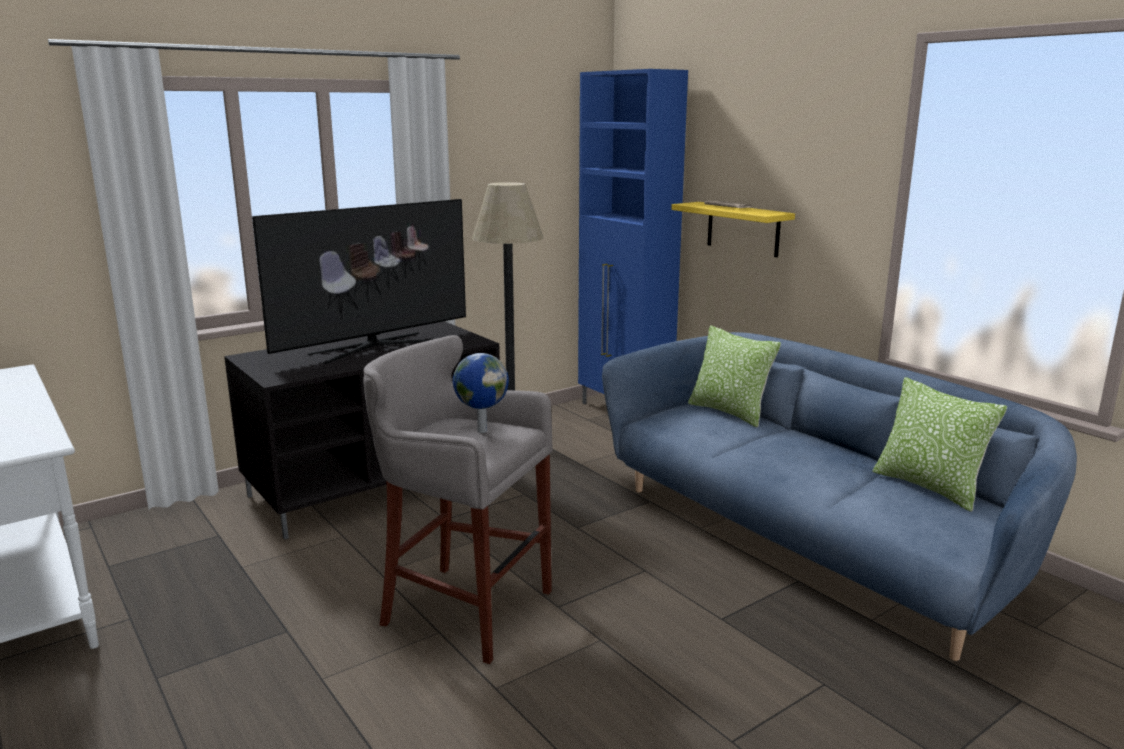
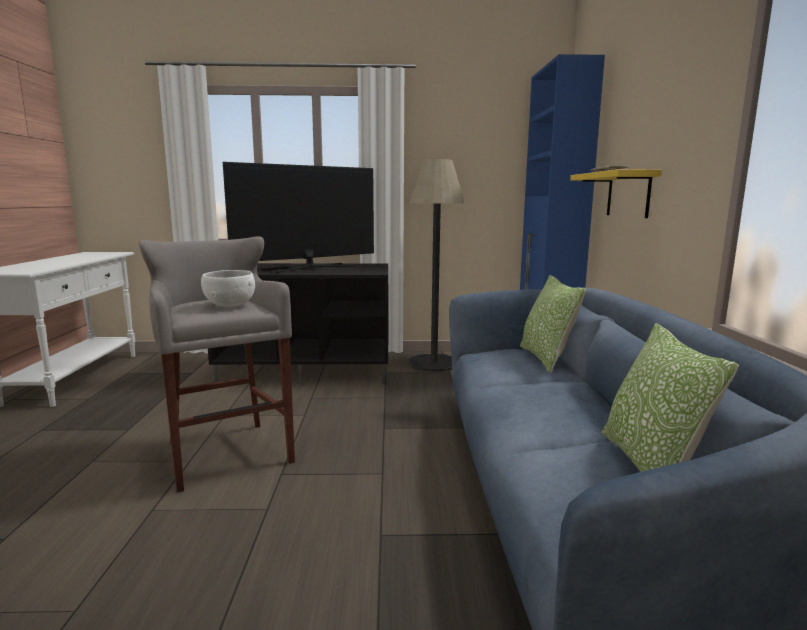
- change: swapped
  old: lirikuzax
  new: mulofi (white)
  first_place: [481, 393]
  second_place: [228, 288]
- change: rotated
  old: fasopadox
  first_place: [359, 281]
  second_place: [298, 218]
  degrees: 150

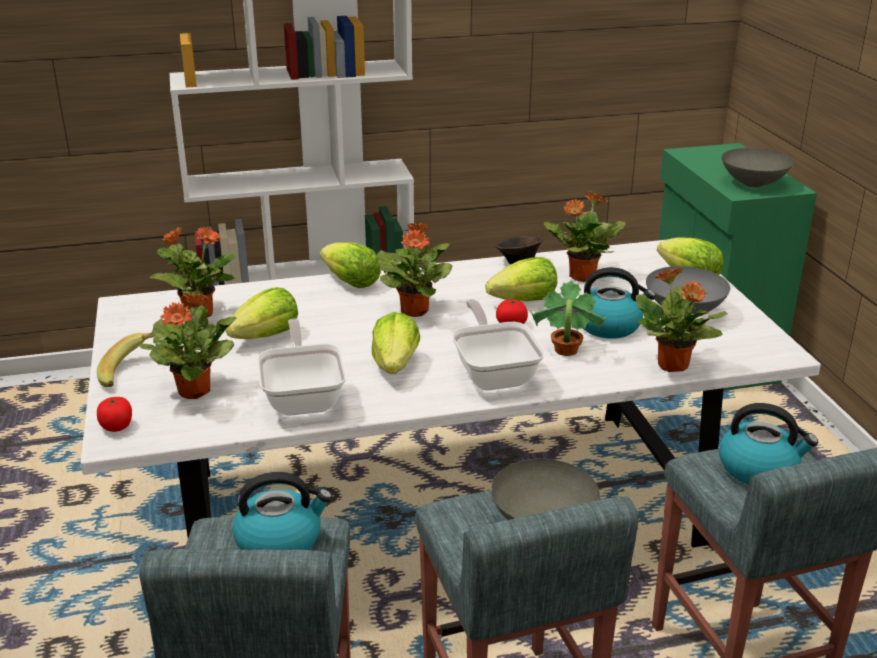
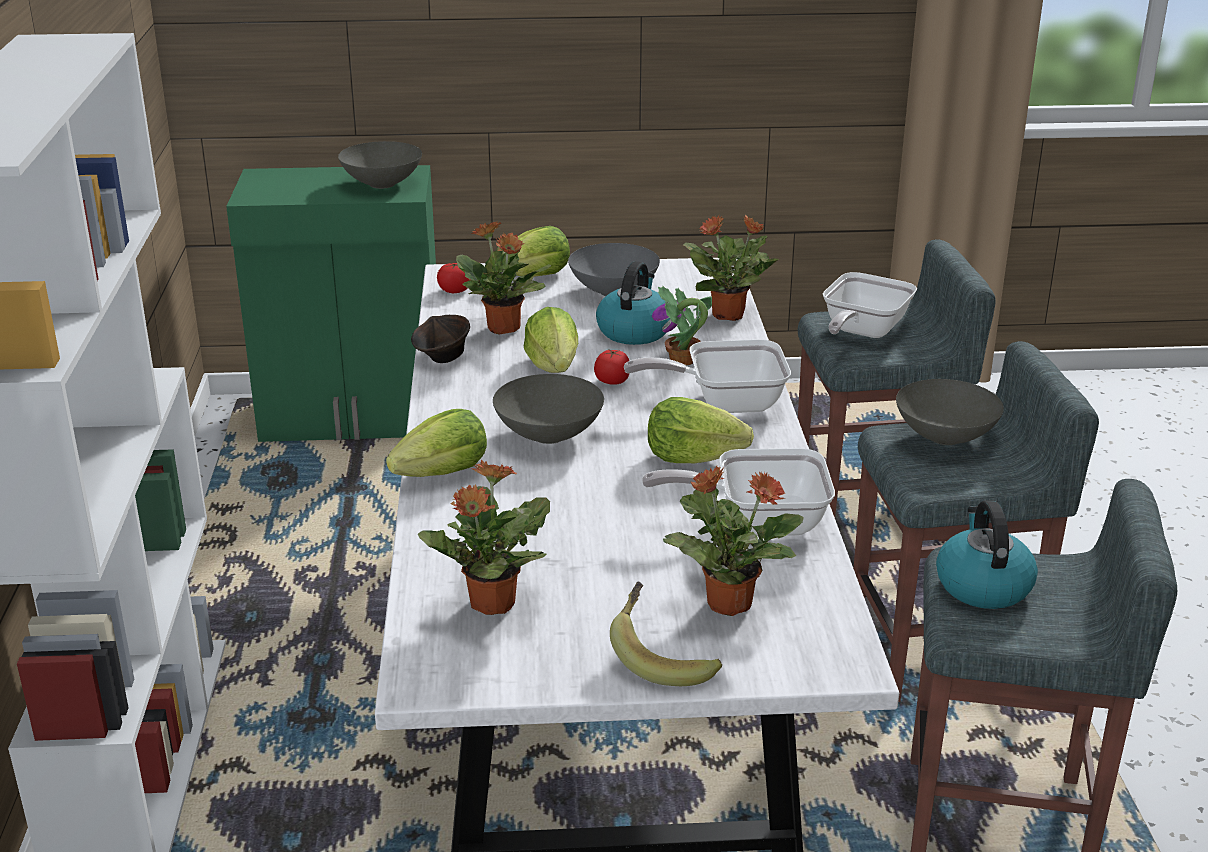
- change: shifted
  old: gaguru
  first_place: [114, 414]
  second_place: [453, 278]
- change: swapped
  old: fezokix
  new: mulofi (grey)
  first_place: [414, 269]
  second_place: [548, 409]
- change: swapped
  old: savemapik
  new: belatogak
  first_place: [768, 444]
  second_place: [870, 305]
- change: gone
  old: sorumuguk
  first_place: [261, 313]

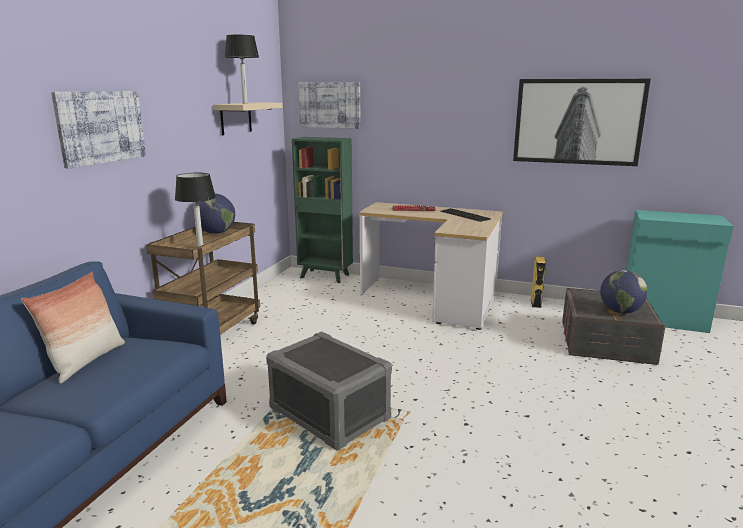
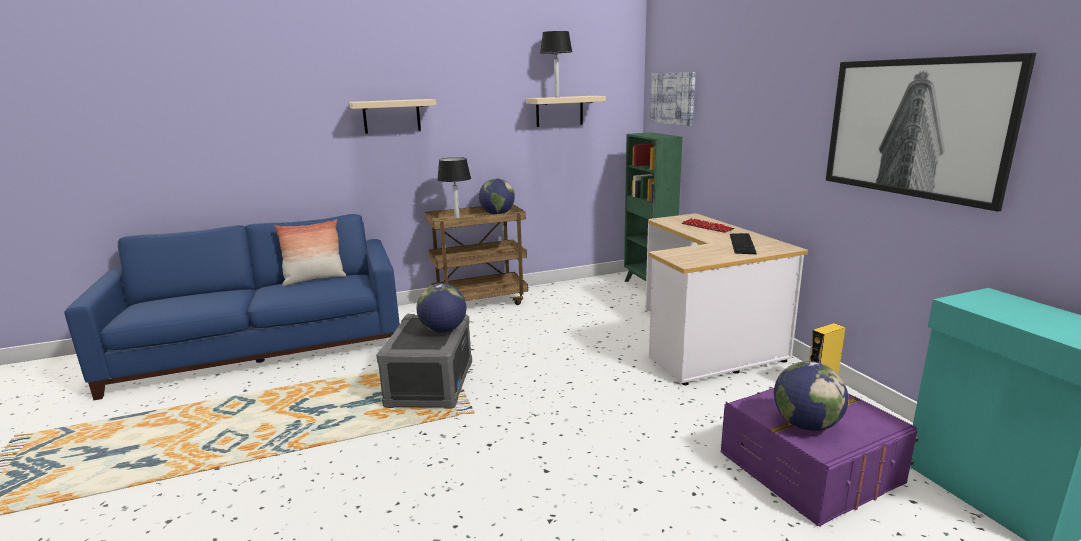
- change: swapped
  old: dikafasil
  new: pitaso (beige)
  first_place: [98, 129]
  second_place: [392, 116]
- change: new
  new: lirikuzax
  second_place: [441, 308]
- change: repainted
  old: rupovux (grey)
  new: rupovux (purple)
  first_place: [613, 326]
  second_place: [819, 457]

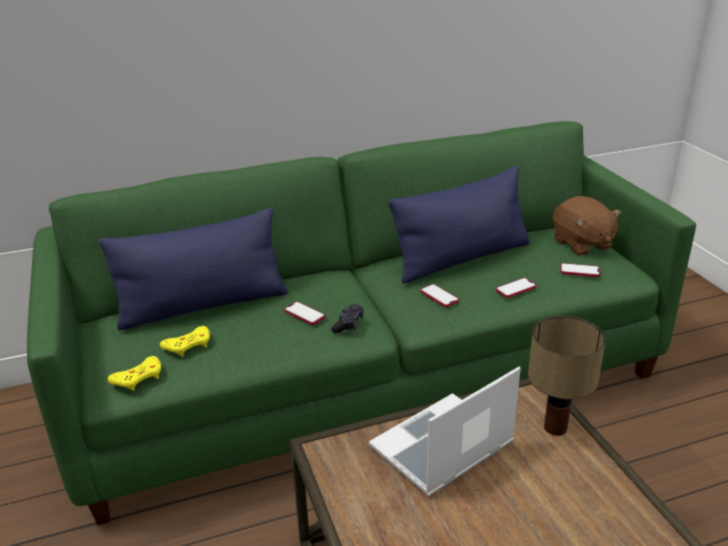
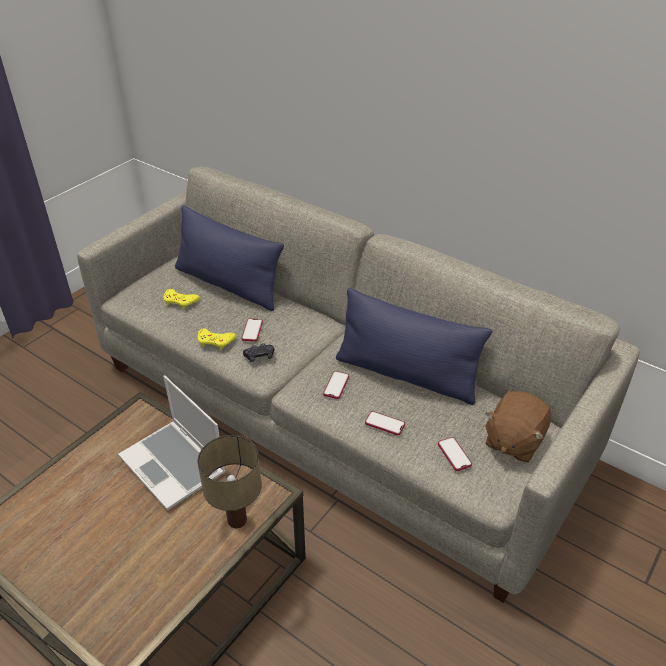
- change: repainted
  old: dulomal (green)
  new: dulomal (grey)
  first_place: [361, 323]
  second_place: [358, 385]
- change: rotated
  old: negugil
  first_place: [445, 432]
  second_place: [172, 443]
  degrees: -150
- change: shifted
  old: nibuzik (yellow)
  first_place: [134, 373]
  second_place: [216, 339]

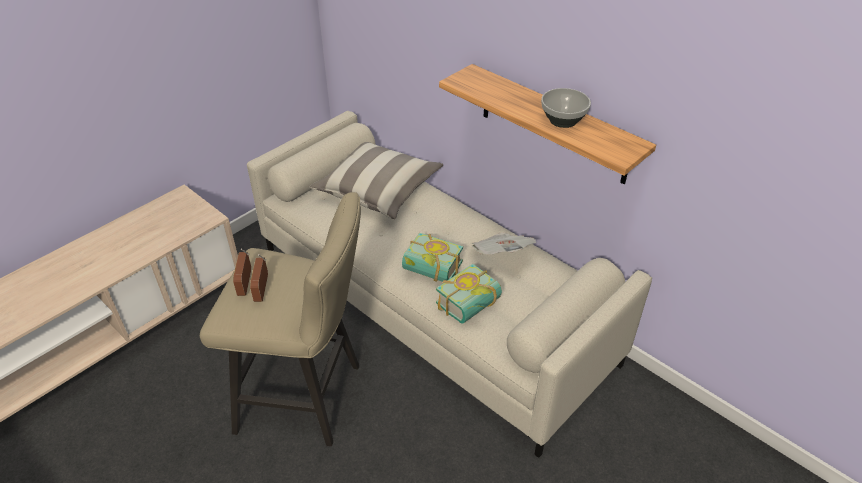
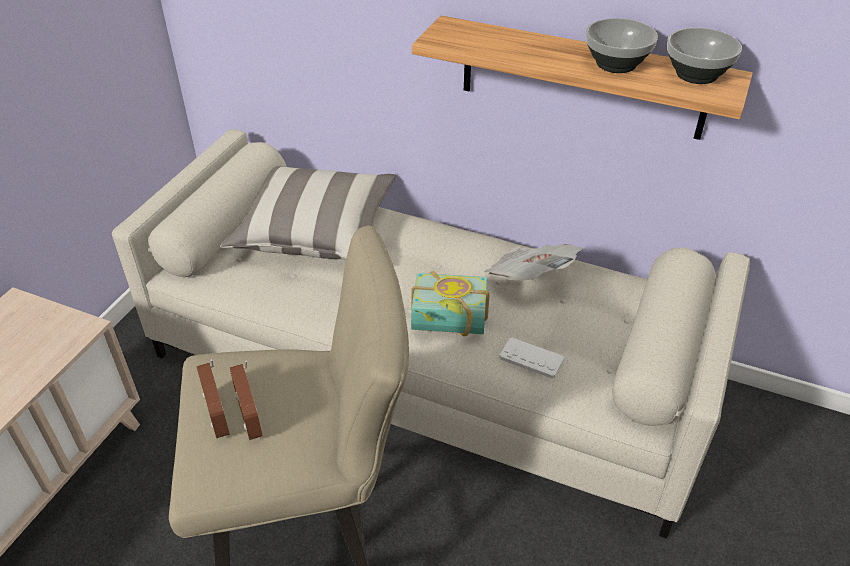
- change: swapped
  old: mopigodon
  new: nibuzik (white)
  first_place: [469, 294]
  second_place: [531, 358]
- change: new
  new: mulofi
  second_place: [704, 56]

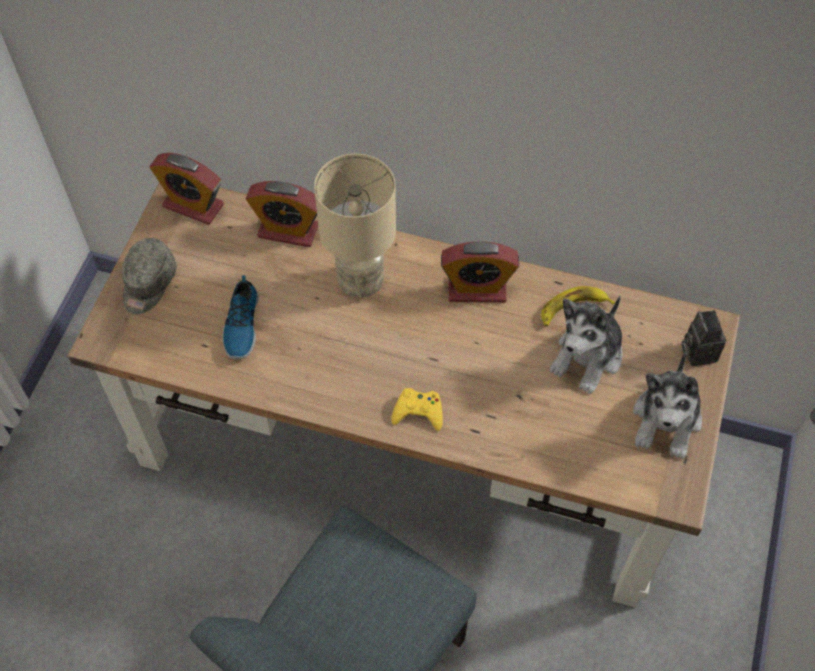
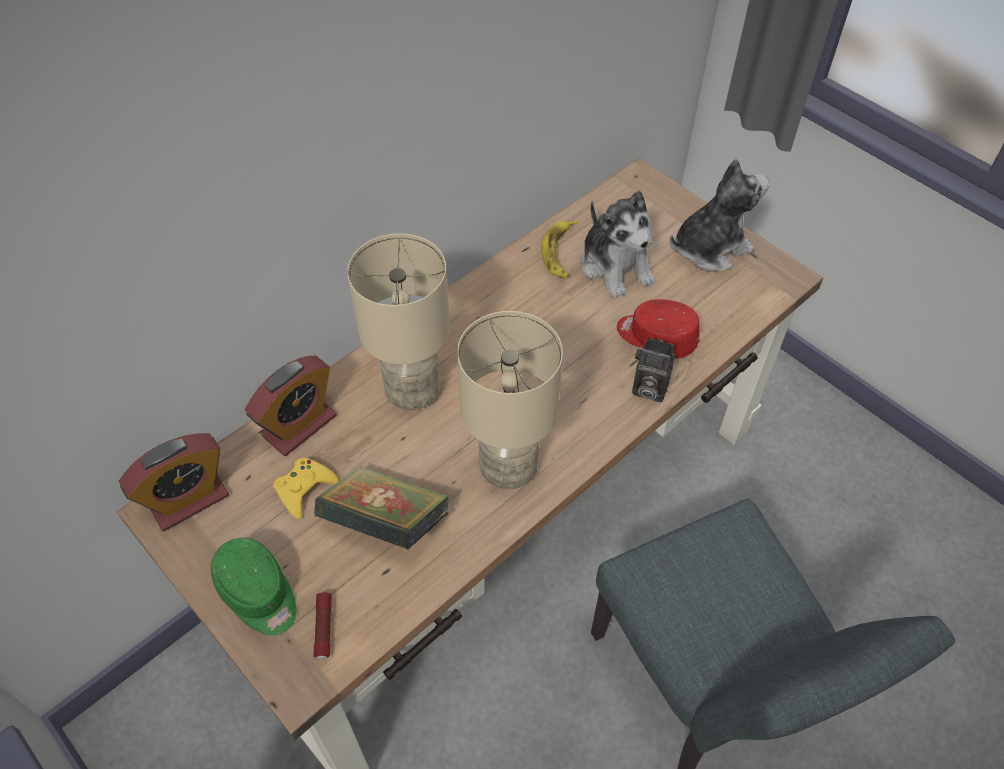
- change: repainted
  old: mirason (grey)
  new: mirason (green)
  first_place: [149, 276]
  second_place: [253, 586]
- change: shifted
  old: nibuzik (yellow)
  first_place: [417, 409]
  second_place: [306, 489]
- change: swapped
  old: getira
  new: mopigodon
  first_place: [240, 317]
  second_place: [381, 508]
- change: new
  new: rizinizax
  second_place: [323, 626]
- change: new
  new: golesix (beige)
  second_place: [510, 400]
- change: new
  new: mirason (red)
  second_place: [658, 329]
- change: shifted
  old: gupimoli
  first_place: [704, 338]
  second_place: [653, 370]
- change: rotated
  old: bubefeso
  first_place: [667, 405]
  second_place: [720, 215]
  degrees: -75
- change: gone
  old: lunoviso
  first_place: [480, 271]

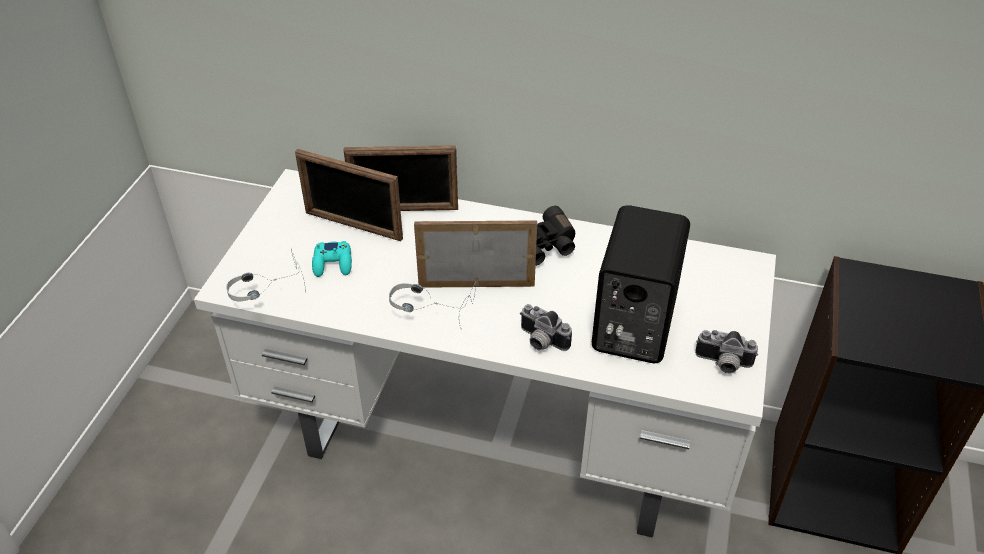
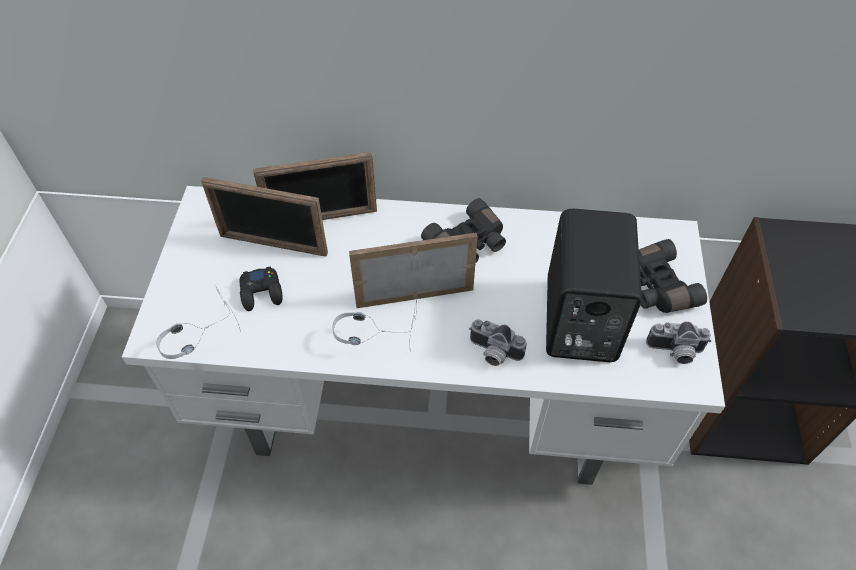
- change: repainted
  old: nibuzik (turquoise)
  new: nibuzik (black)
  first_place: [332, 259]
  second_place: [261, 288]
- change: new
  new: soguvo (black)
  second_place: [673, 276]

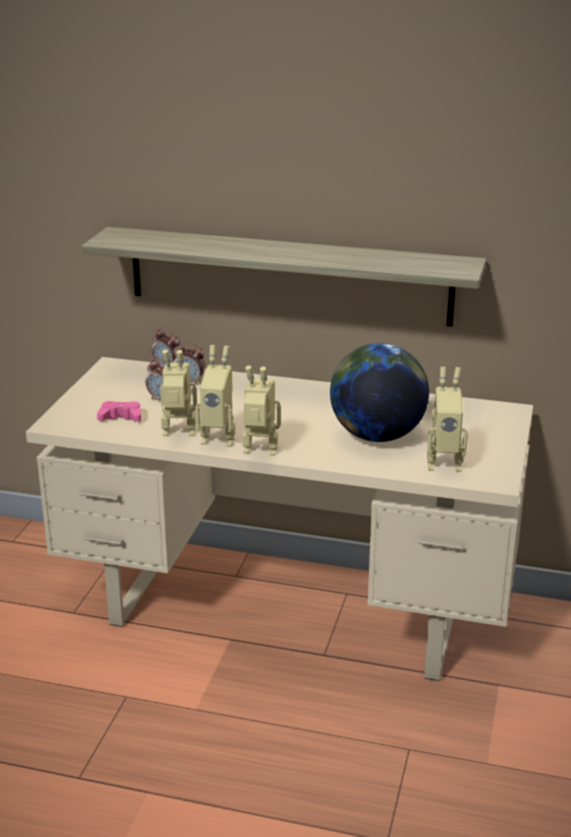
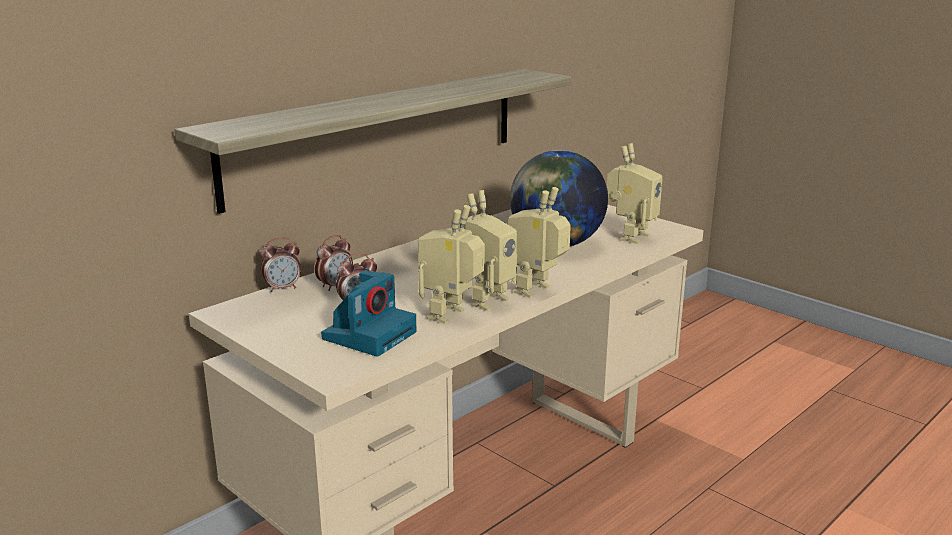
- change: swapped
  old: nibuzik (pink)
  new: gupimoli
  first_place: [119, 411]
  second_place: [369, 313]

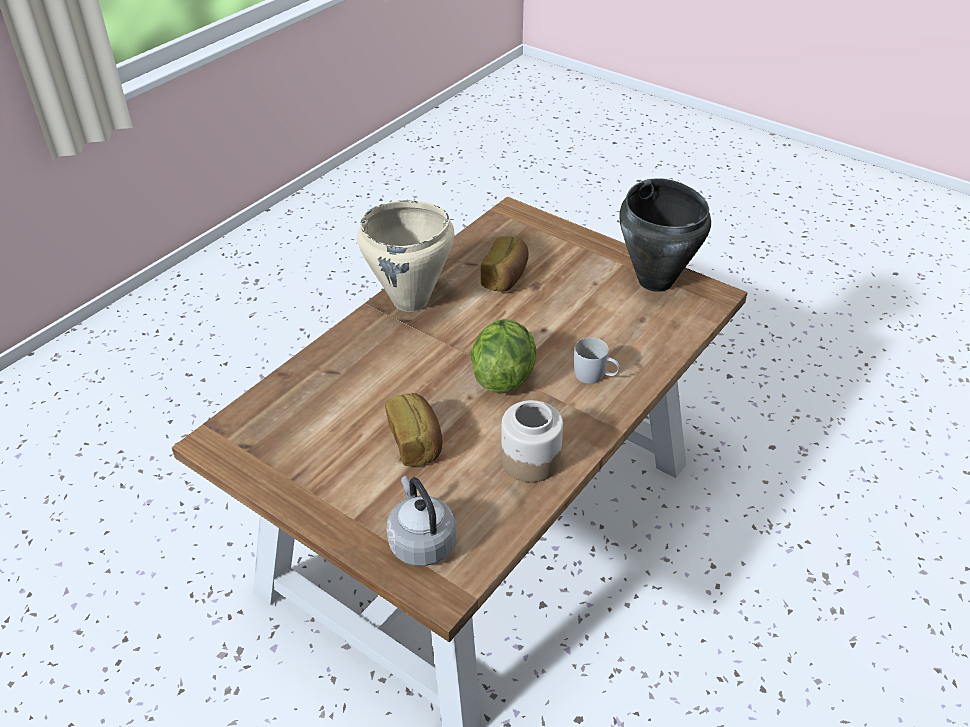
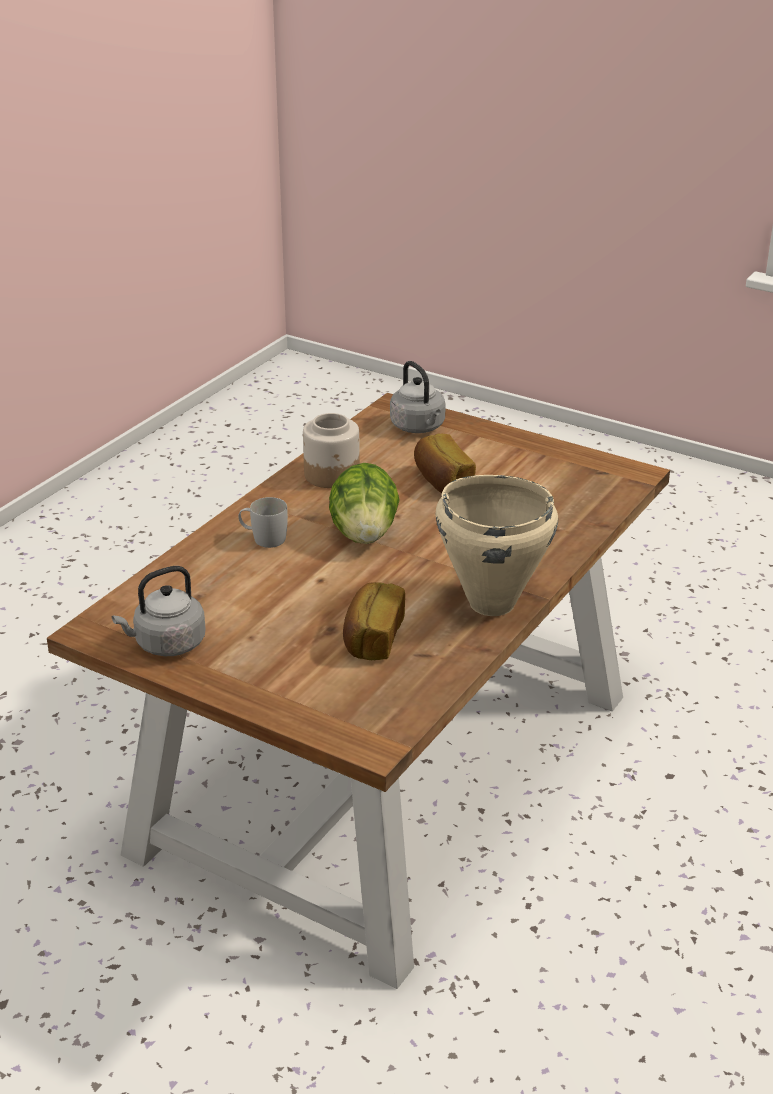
- change: swapped
  old: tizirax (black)
  new: savemapik (grey)
  first_place: [665, 235]
  second_place: [159, 611]

